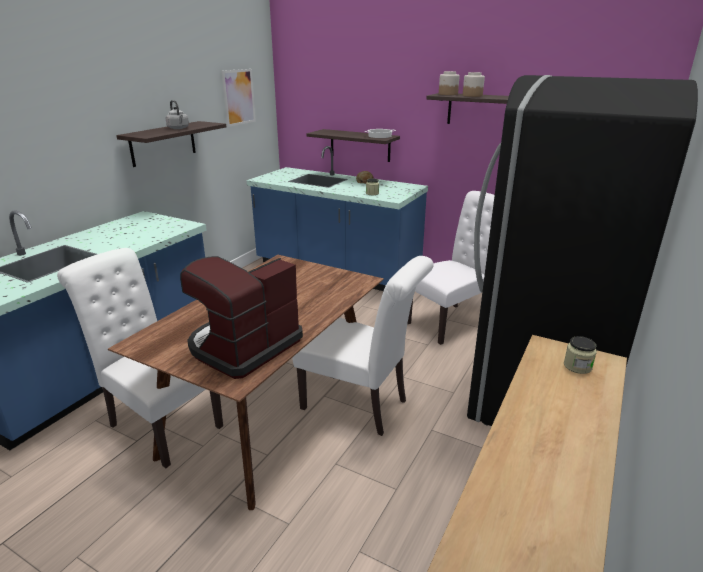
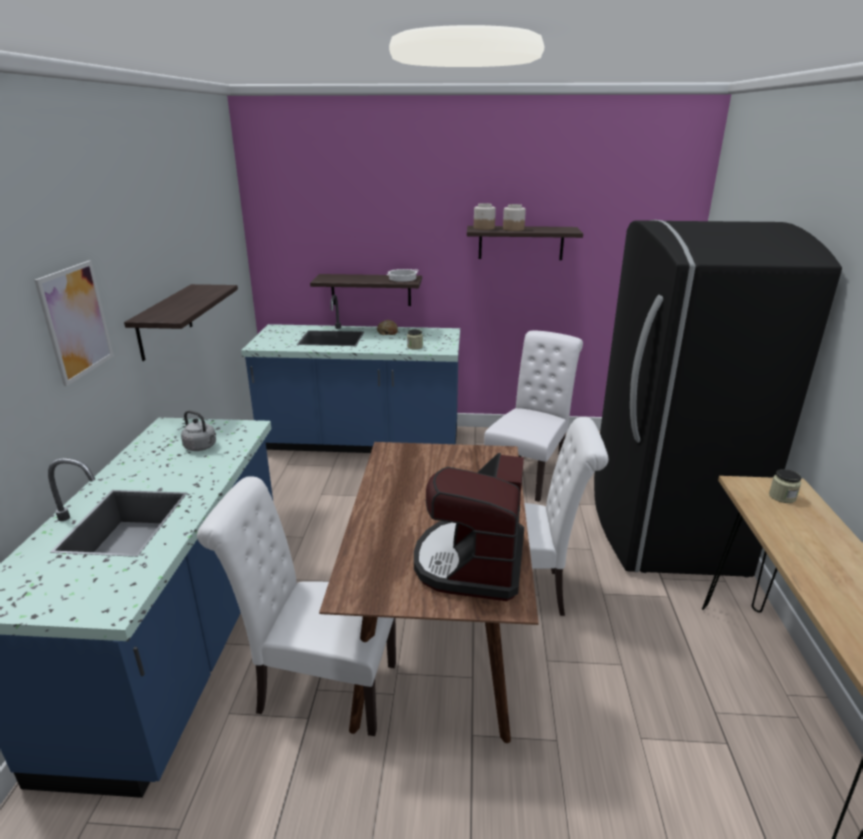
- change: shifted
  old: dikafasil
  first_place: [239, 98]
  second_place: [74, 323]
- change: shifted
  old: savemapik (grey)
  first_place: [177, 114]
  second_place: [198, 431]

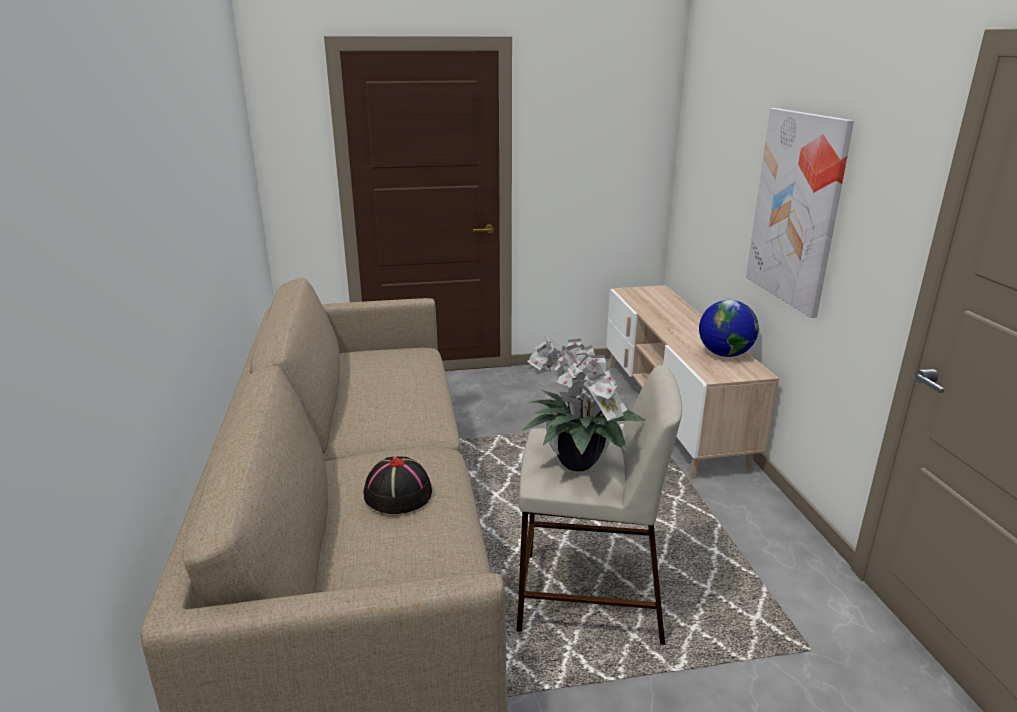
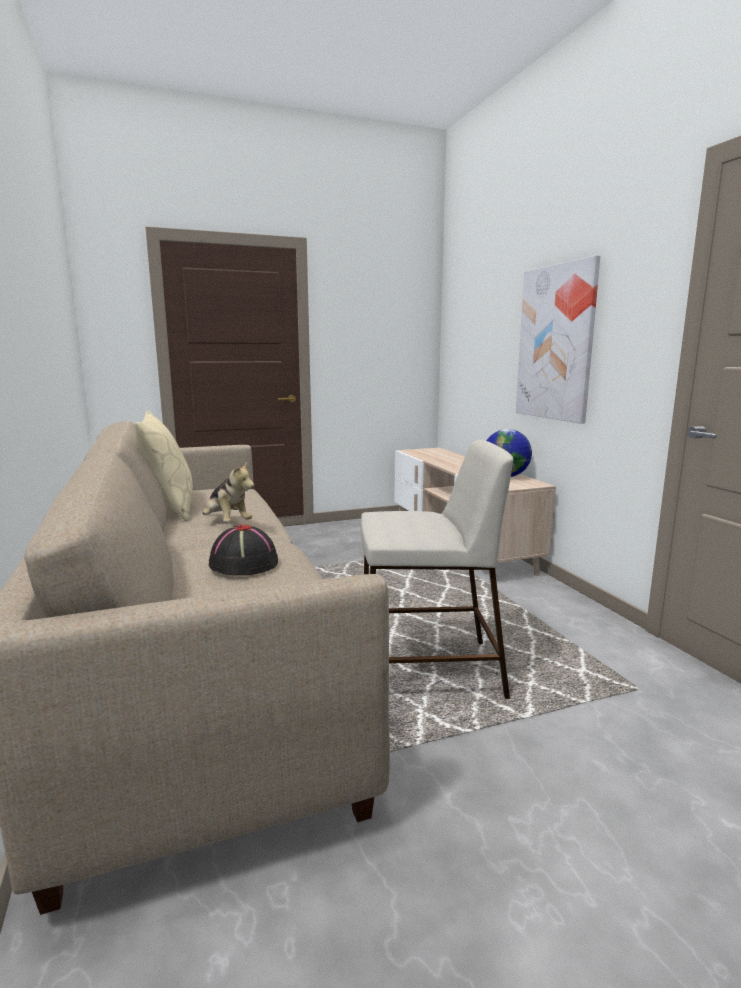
- change: new
  new: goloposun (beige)
  second_place: [164, 466]
- change: new
  new: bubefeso
  second_place: [229, 491]
- change: gone
  old: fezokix
  first_place: [584, 404]

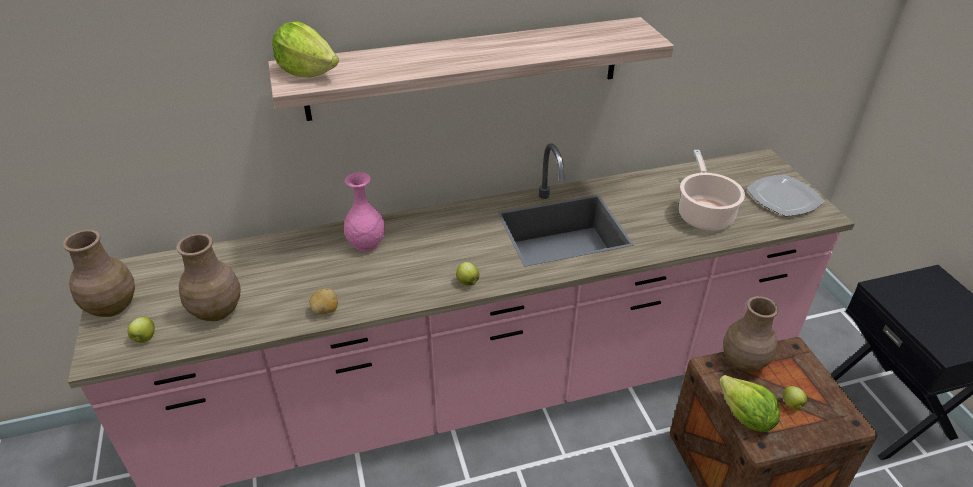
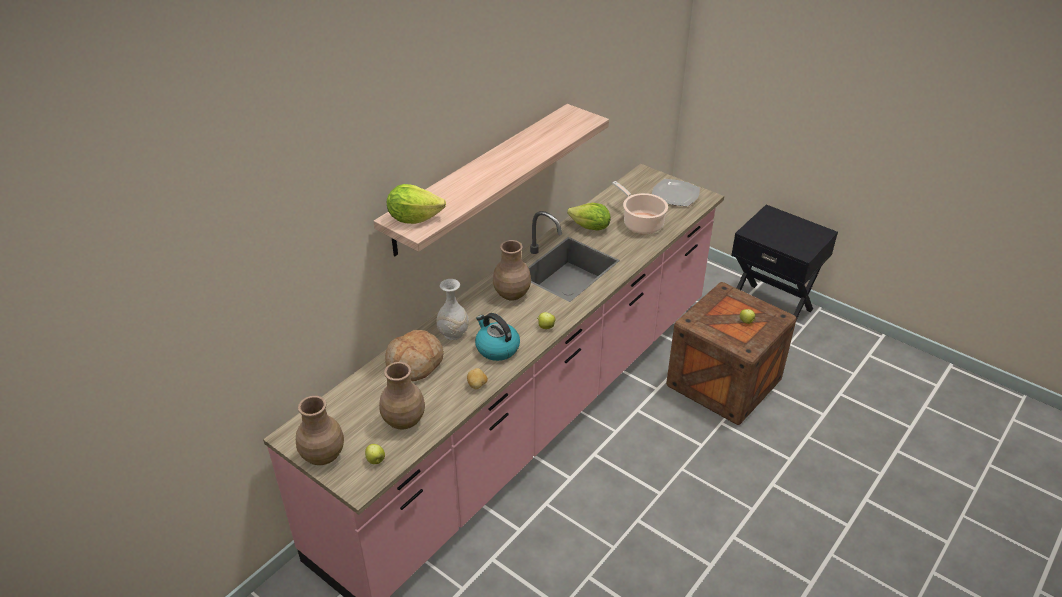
- change: new
  new: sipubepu
  second_place: [414, 355]
- change: repainted
  old: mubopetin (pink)
  new: mubopetin (white)
  first_place: [364, 212]
  second_place: [452, 309]
- change: new
  new: savemapik
  second_place: [497, 337]
- change: shifted
  old: mubopetin (brown)
  first_place: [750, 334]
  second_place: [512, 270]
- change: shifted
  old: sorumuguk
  first_place: [749, 403]
  second_place: [589, 217]

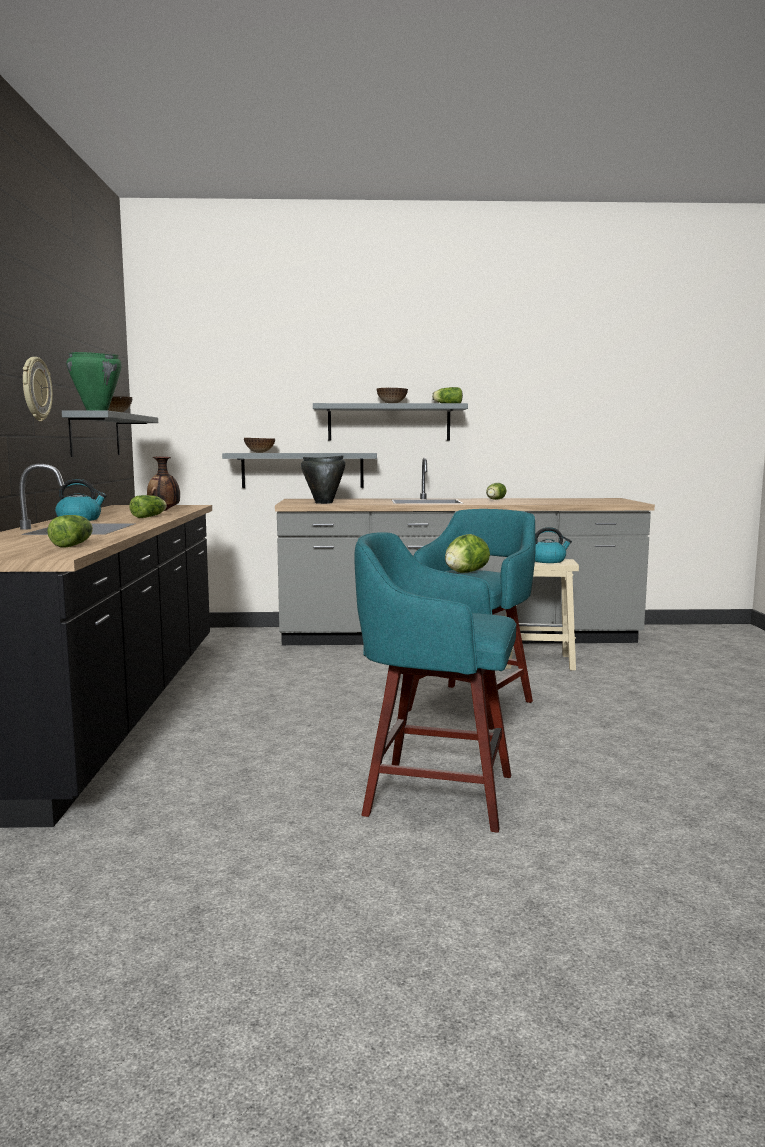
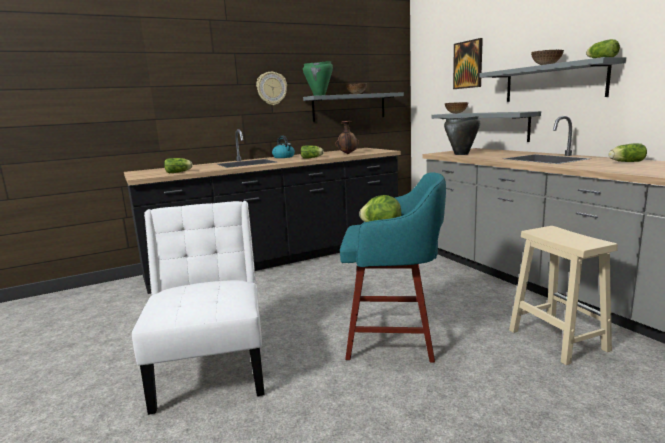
- change: swapped
  old: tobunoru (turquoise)
  new: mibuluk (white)
  first_place: [435, 682]
  second_place: [198, 308]
- change: new
  new: dikafasil
  second_place: [468, 63]
- change: gone
  old: savemapik
  first_place: [553, 545]

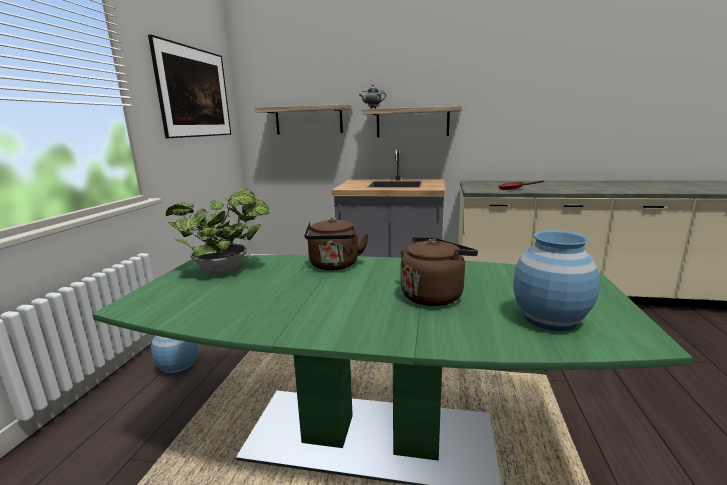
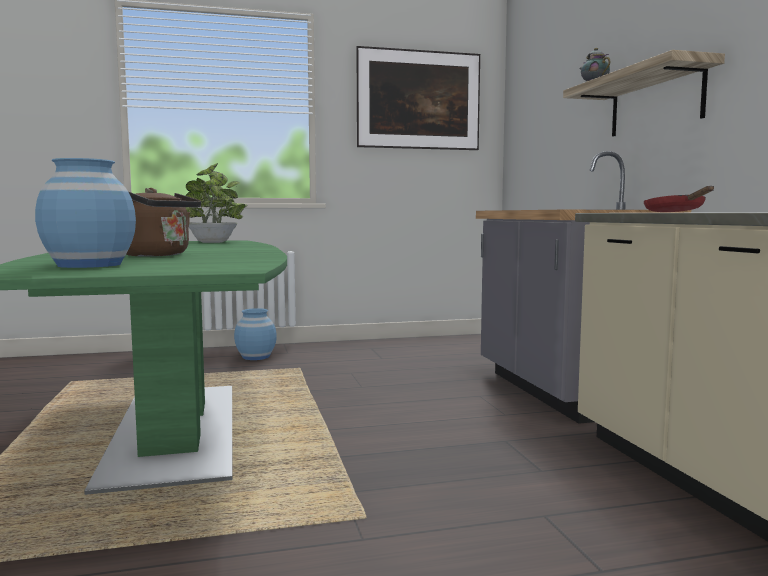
- change: gone
  old: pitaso
  first_place: [303, 119]
- change: gone
  old: savemapik (brown)
  first_place: [336, 244]

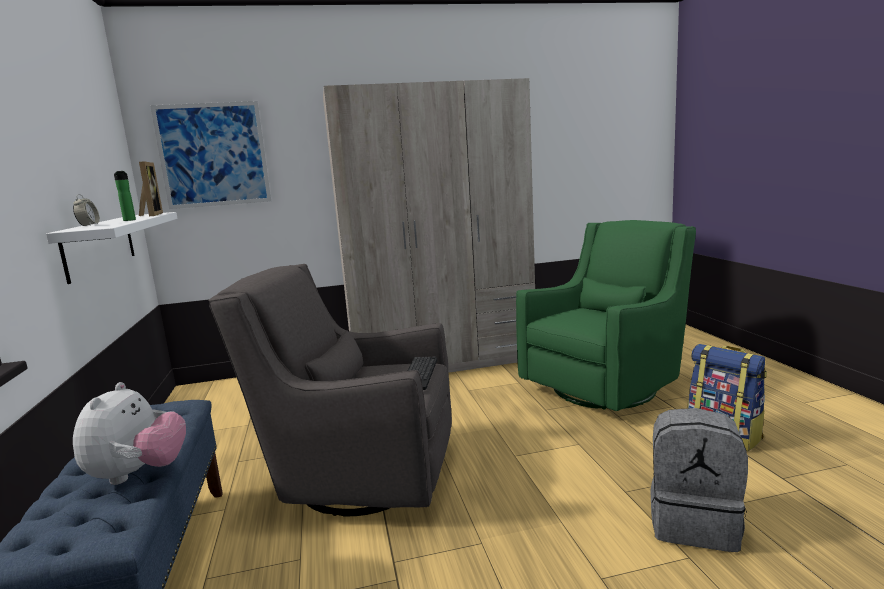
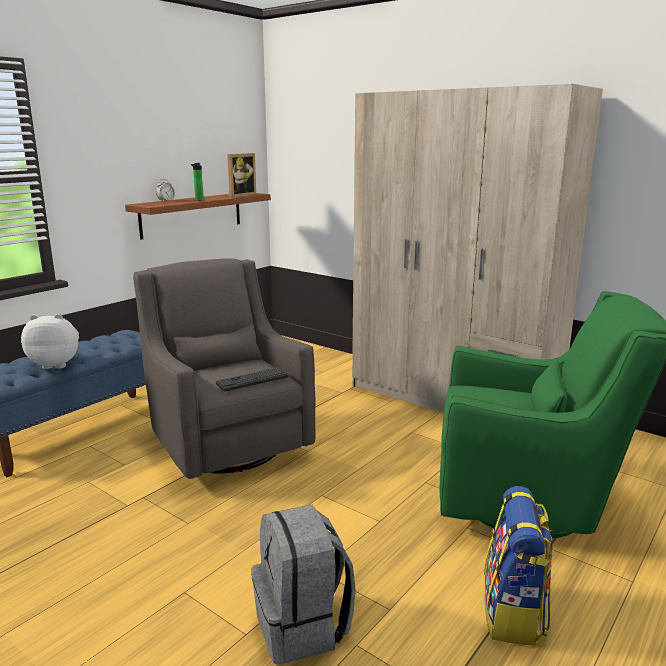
- change: rotated
  old: bubefeso
  first_place: [129, 433]
  second_place: [50, 341]
  degrees: -150
- change: repainted
  old: pitaso (white)
  new: pitaso (brown)
  first_place: [112, 248]
  second_place: [198, 216]
- change: gone
  old: dikafasil
  first_place: [211, 155]

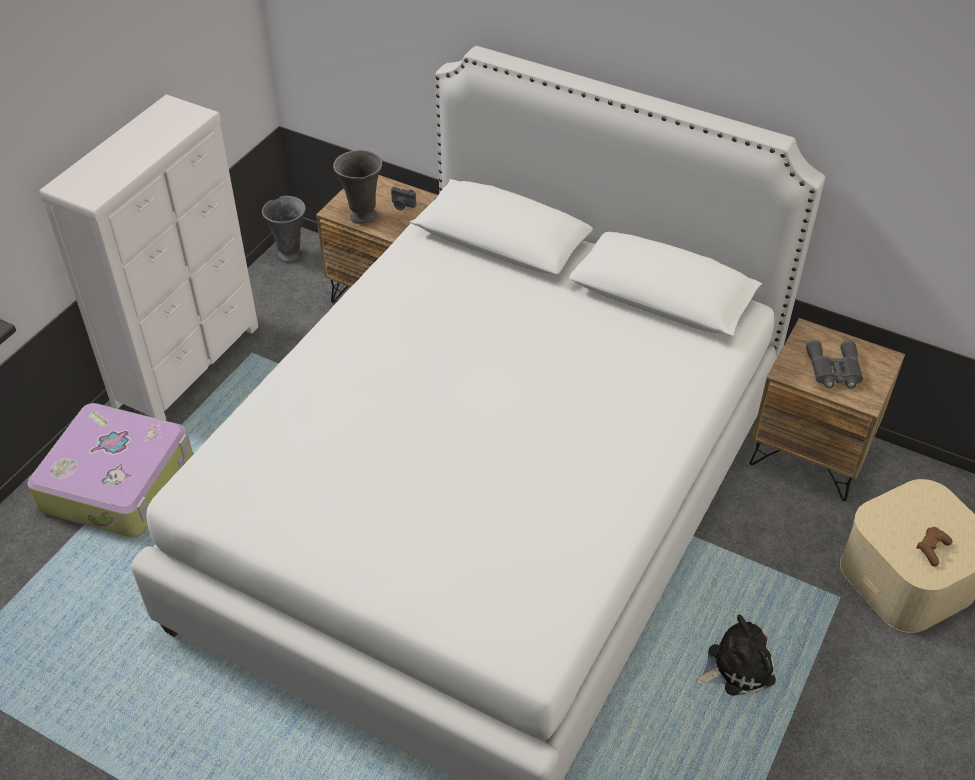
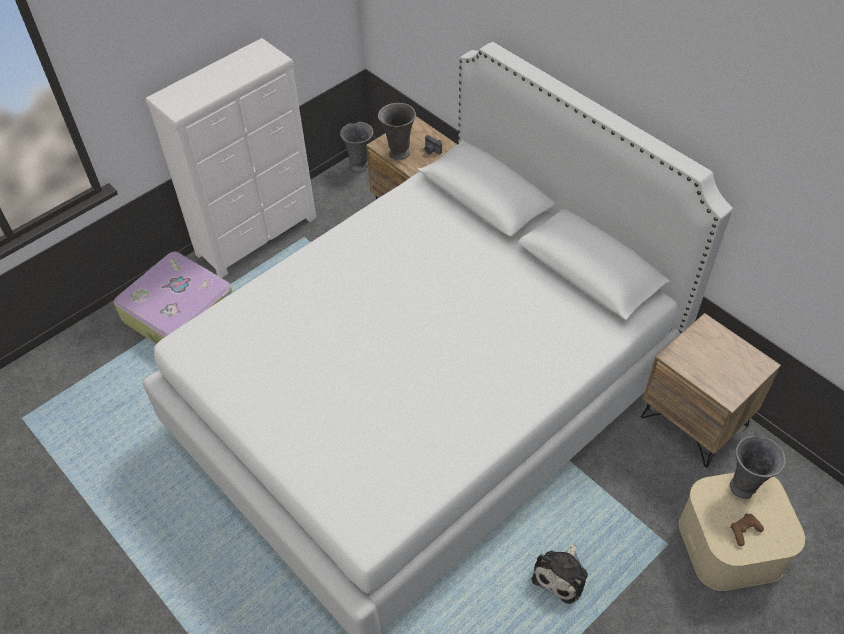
- change: rotated
  old: bubefeso
  first_place: [736, 655]
  second_place: [560, 574]
  degrees: 120
- change: new
  new: mubopetin (grey)
  second_place: [758, 467]
- change: gone
  old: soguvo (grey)
  first_place: [834, 364]

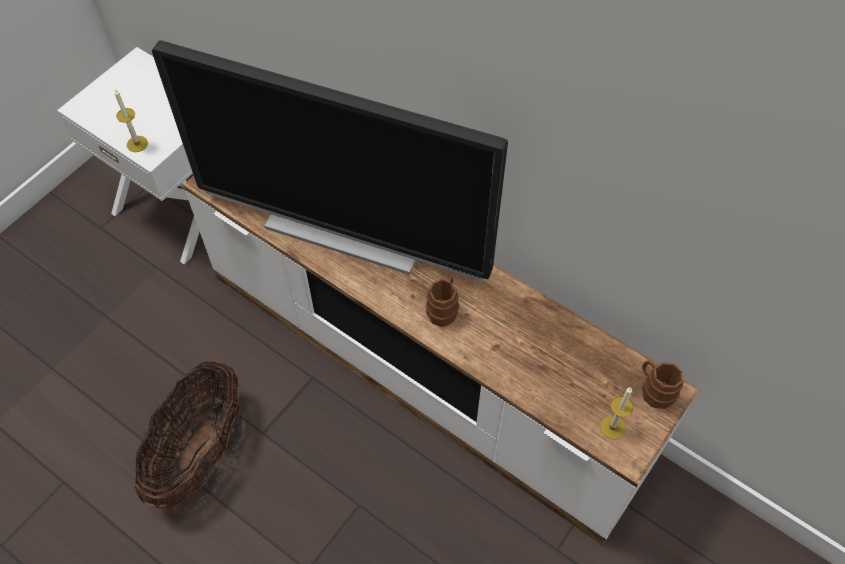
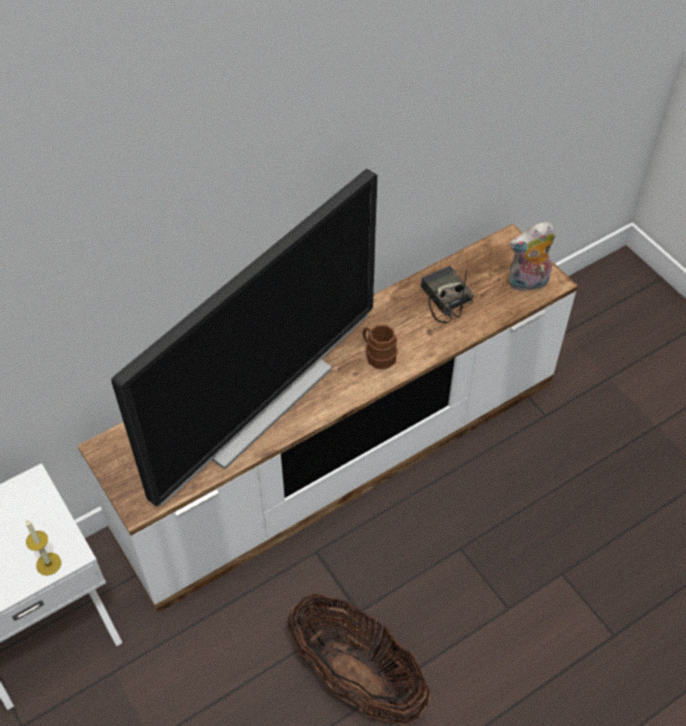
- change: new
  new: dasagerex
  second_place: [447, 294]
- change: swapped
  old: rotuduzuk
  new: bubefeso
  first_place: [616, 413]
  second_place: [532, 257]
- change: gone
  old: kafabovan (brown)
  first_place: [663, 384]

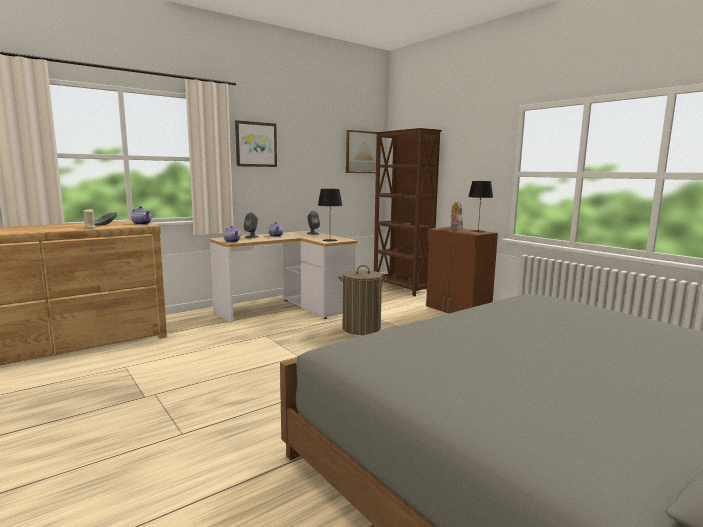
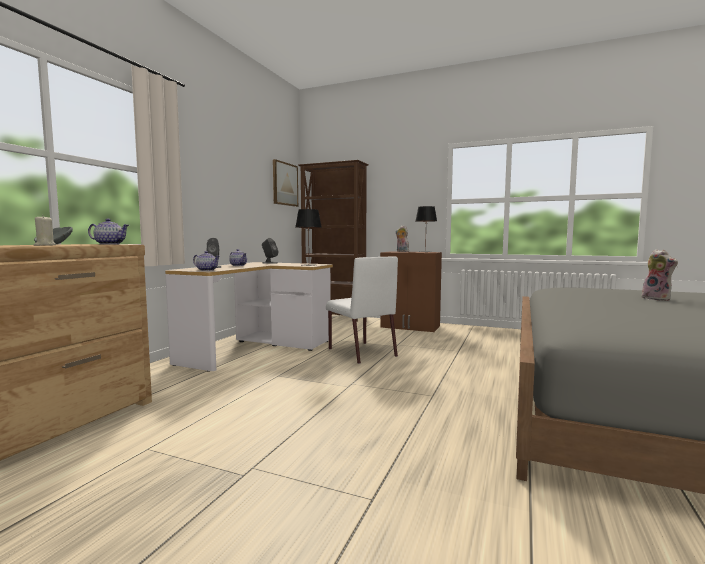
- change: swapped
  old: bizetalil
  new: mibuluk (white)
  first_place: [362, 300]
  second_place: [362, 310]
- change: new
  new: bubefeso
  second_place: [659, 275]
- change: gone
  old: dikafasil
  first_place: [256, 143]

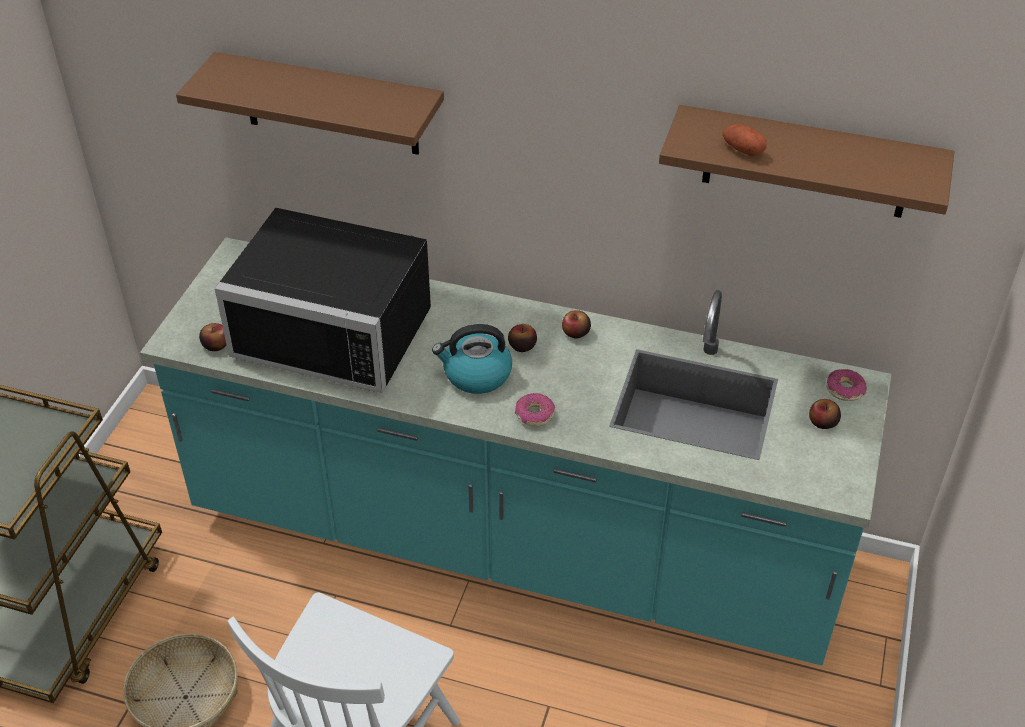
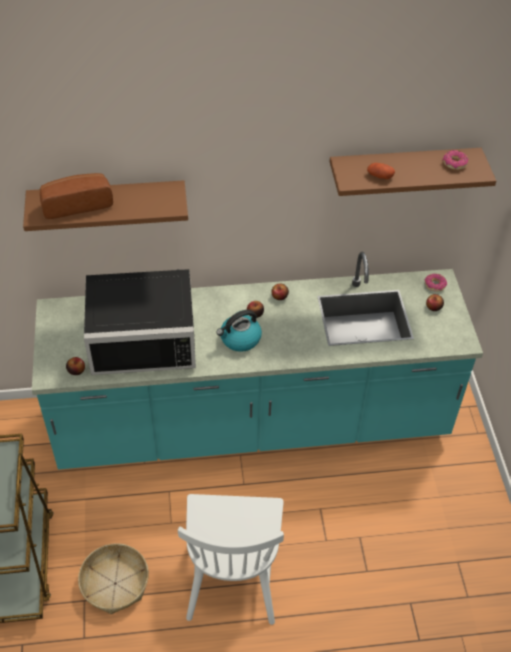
- change: new
  new: sipubepu
  second_place: [76, 196]
- change: shifted
  old: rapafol
  first_place: [535, 409]
  second_place: [455, 160]

